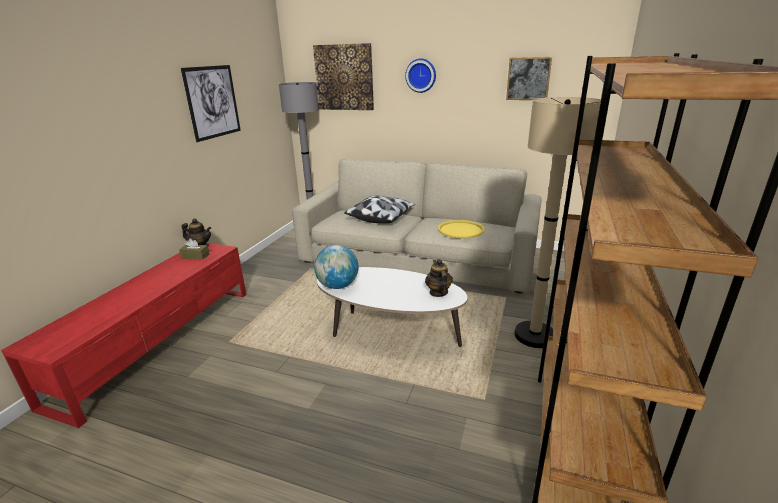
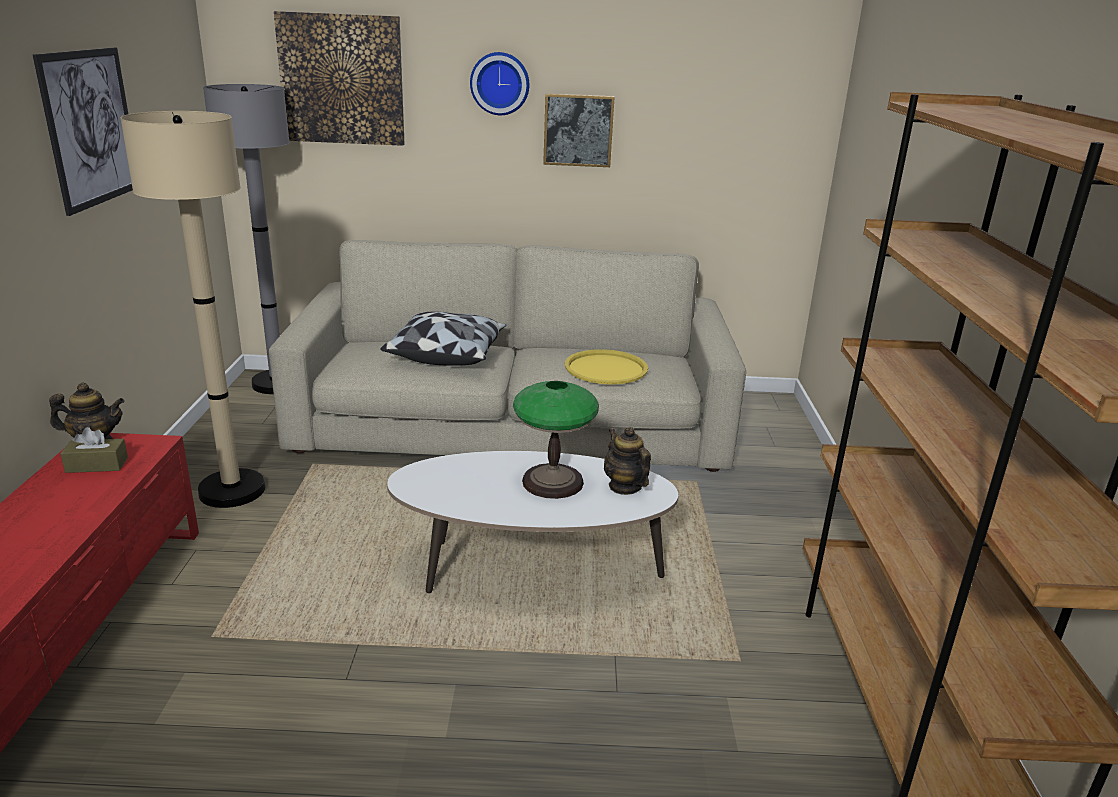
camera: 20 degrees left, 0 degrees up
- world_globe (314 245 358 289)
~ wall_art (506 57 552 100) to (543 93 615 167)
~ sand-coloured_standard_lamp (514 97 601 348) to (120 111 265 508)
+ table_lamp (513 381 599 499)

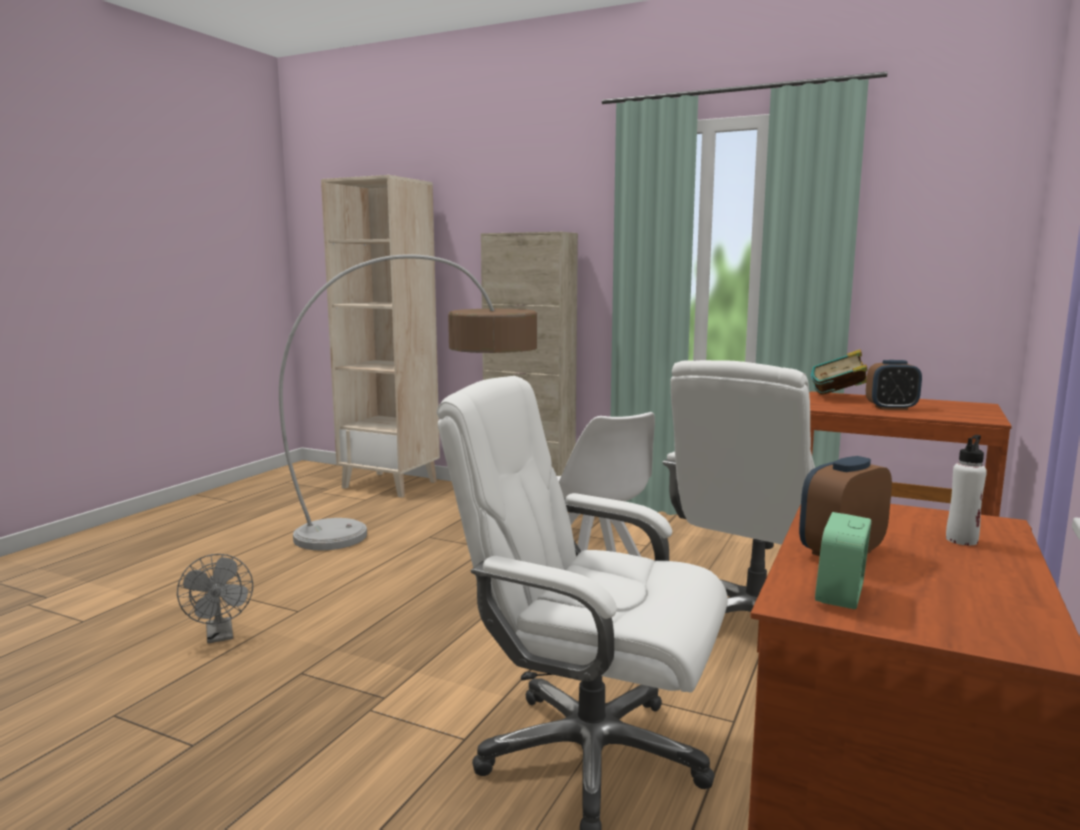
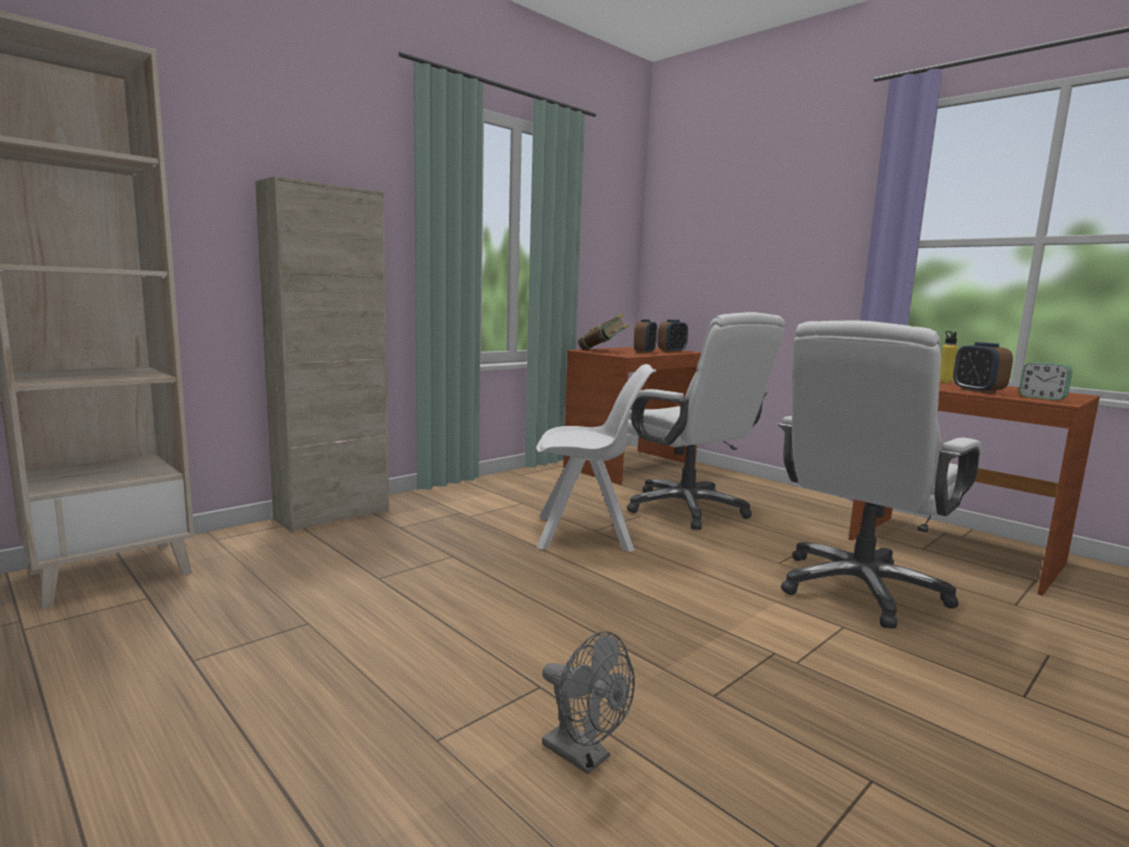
camera: 70 degrees left, 0 degrees up
~ greyish_electric_fan (177 554 253 643) = (542 631 635 774) 45 degrees clockwise
- standard_lamp (279 254 537 551)
~ white-coloured_drink_bottle (946 435 987 545) to yellow_drink_bottle (940 331 958 383)
+ table_clock (657 320 688 352)

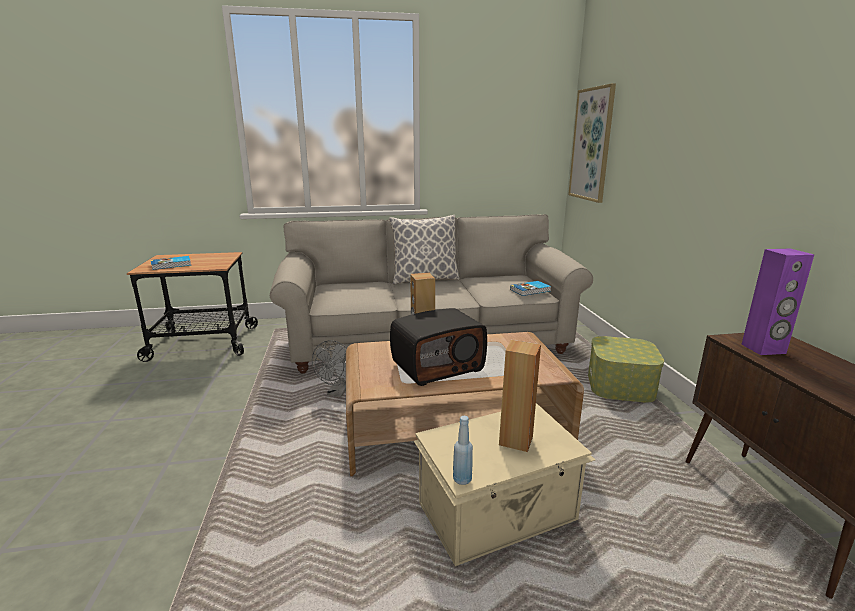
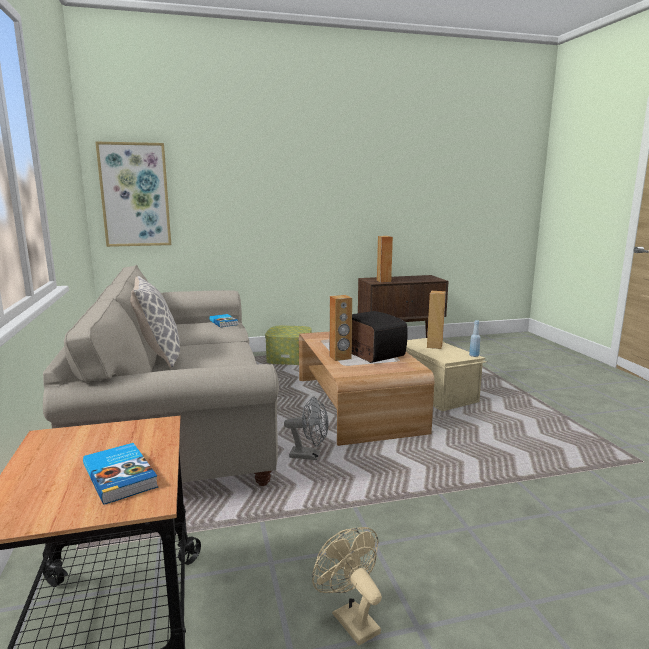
camera: 95 degrees left, 5 degrees down
~ purplish_audio_speaker (741 249 814 355) to brown_audio_speaker (377 236 393 282)
+ sand-coloured_electric_fan (312 527 382 646)

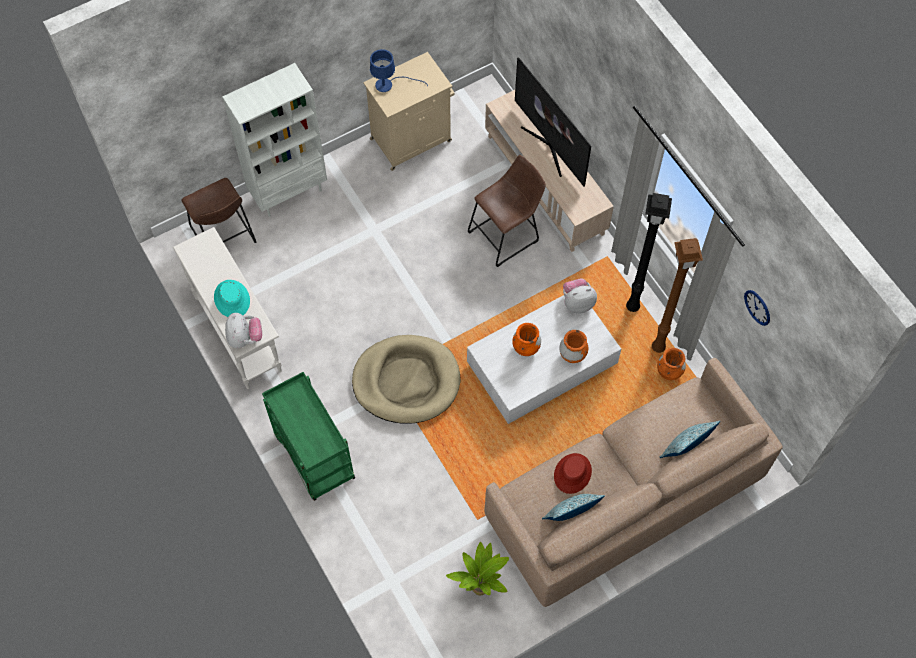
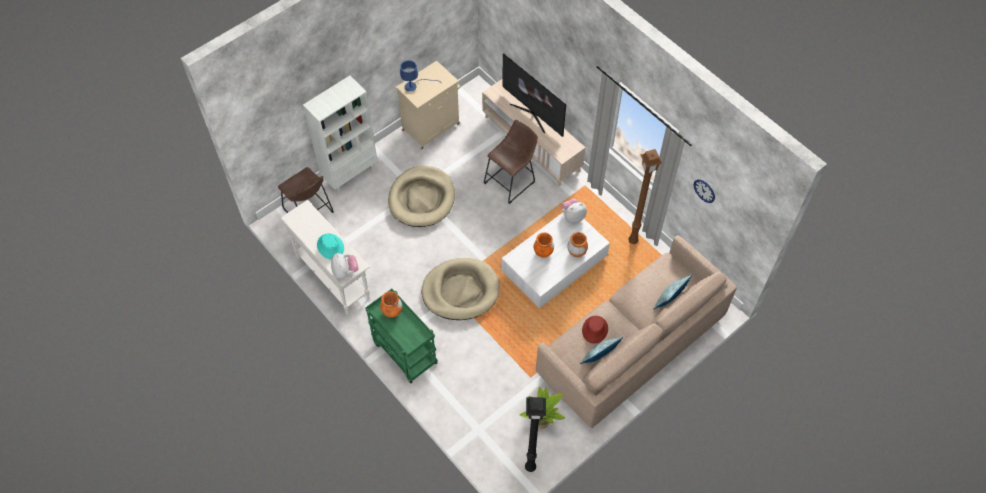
camera: 10 degrees left, 5 degrees down
~ black_standard_lamp (626 193 672 312) to (525 397 546 472)
~ orange-coloured_vase (657 348 686 380) to (380 291 402 318)
+ sand-coloured_dog_cushion (388 166 455 227)

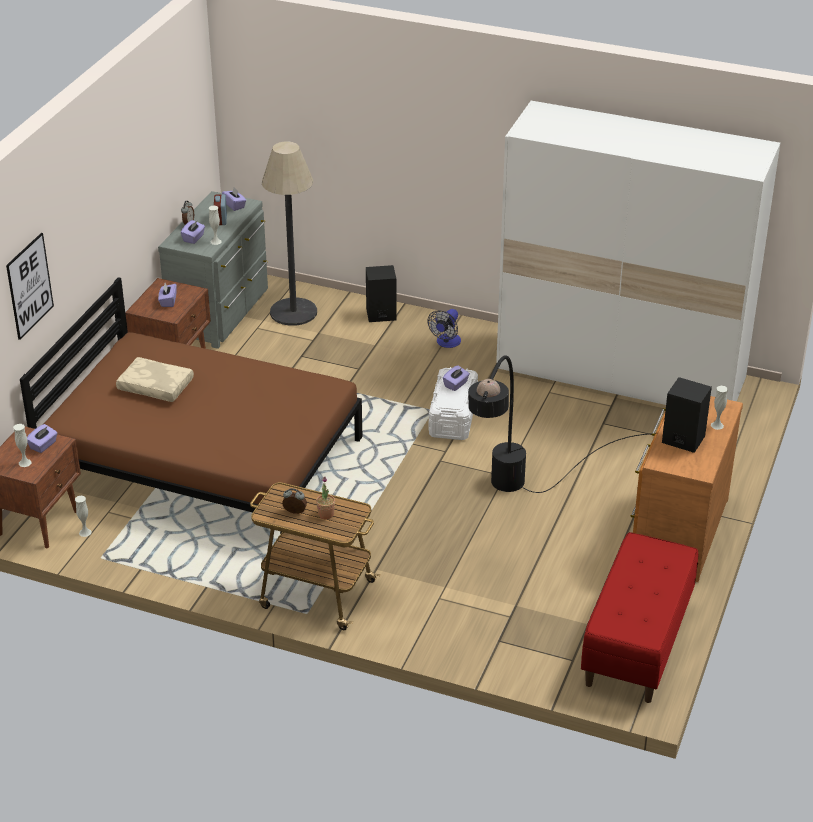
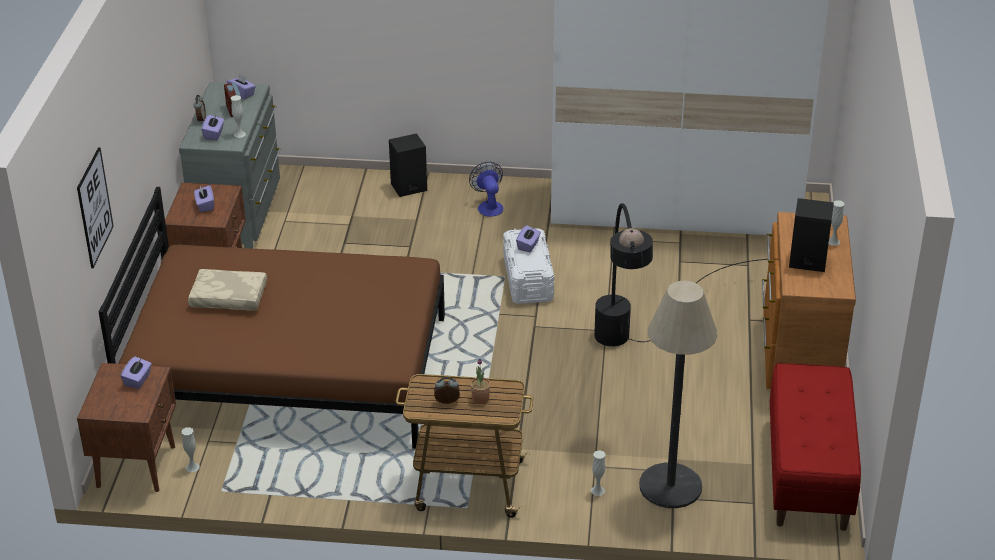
camera: 15 degrees left, 0 degrees up
~ white-coloured_vase (13 424 32 467) to (591 450 605 496)
~ standard_lamp (262 141 317 326) to (639 281 717 508)
~ electric_fan (428 309 461 348) = (469 162 503 217) 150 degrees clockwise

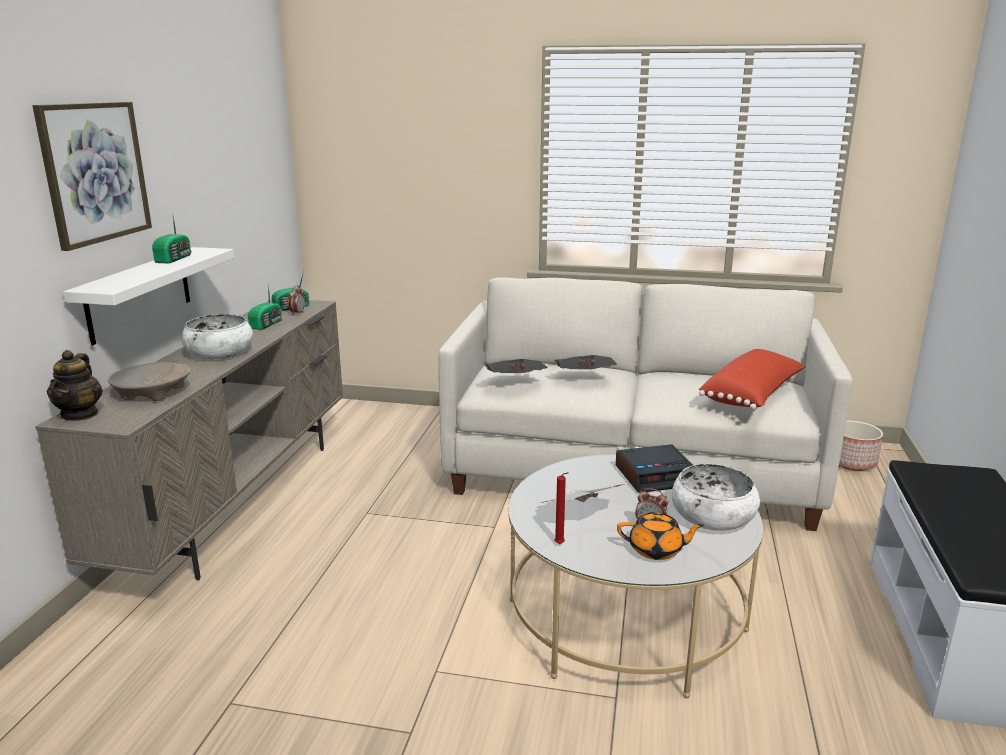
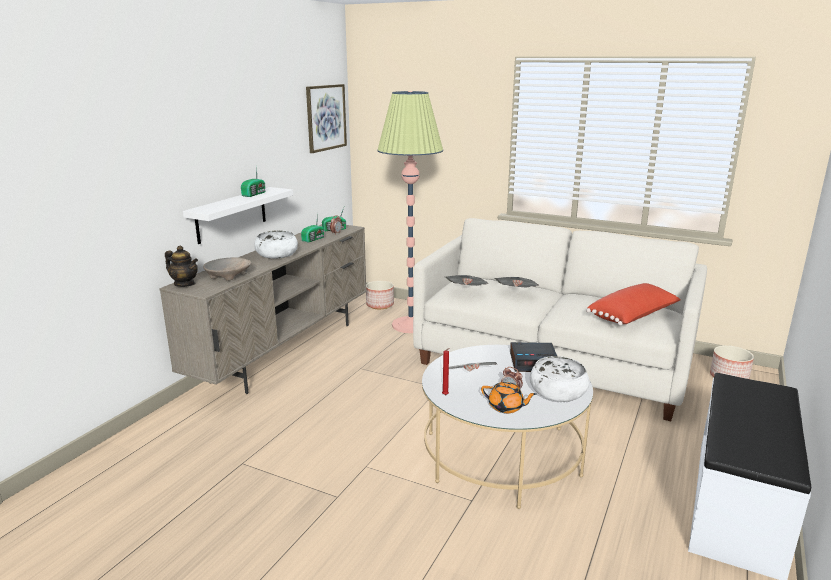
camera: 15 degrees right, 0 degrees up
~ wall_art (32 102 152 251) to (306 84 347 153)
~ pot_for_tea (47 350 103 421) = (165 246 198 287) 75 degrees counterclockwise
+ flower_pot (366 281 394 309)
+ standard_lamp (377 91 443 333)

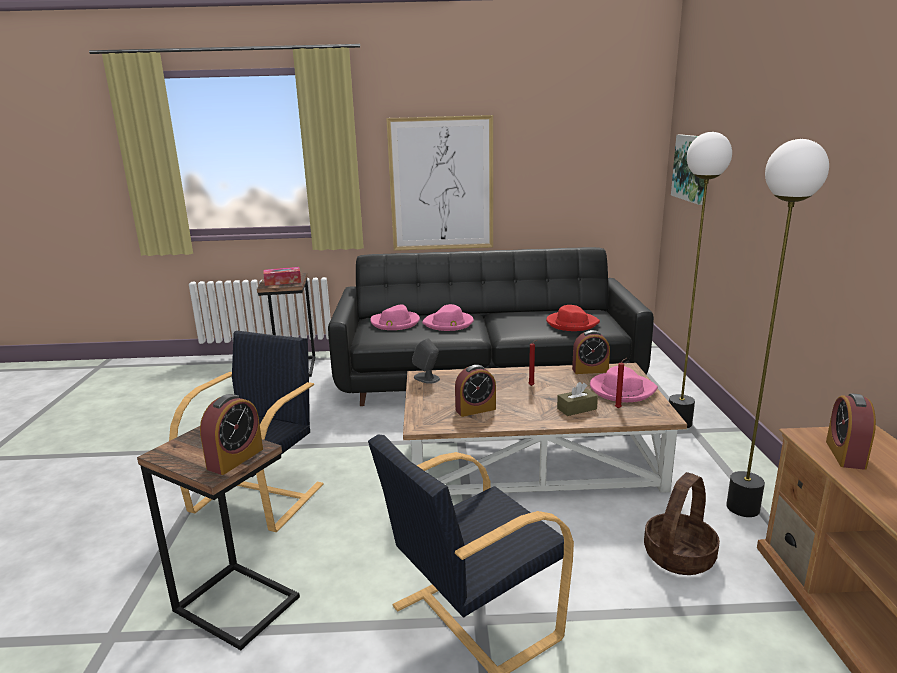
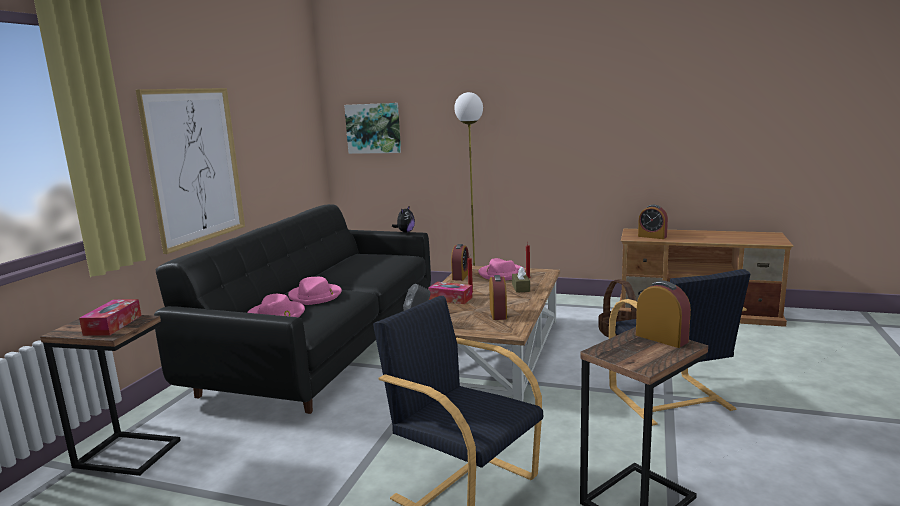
camera: 70 degrees left, 5 degrees down
- red_wearable_hat (546 305 600 331)
- standard_lamp (726 139 829 517)
+ soft_toy (392 205 415 233)
+ tissue_holder (428 282 472 304)

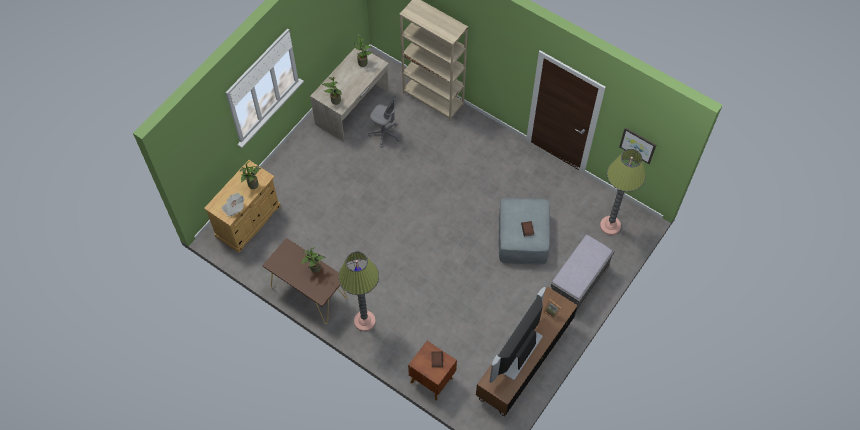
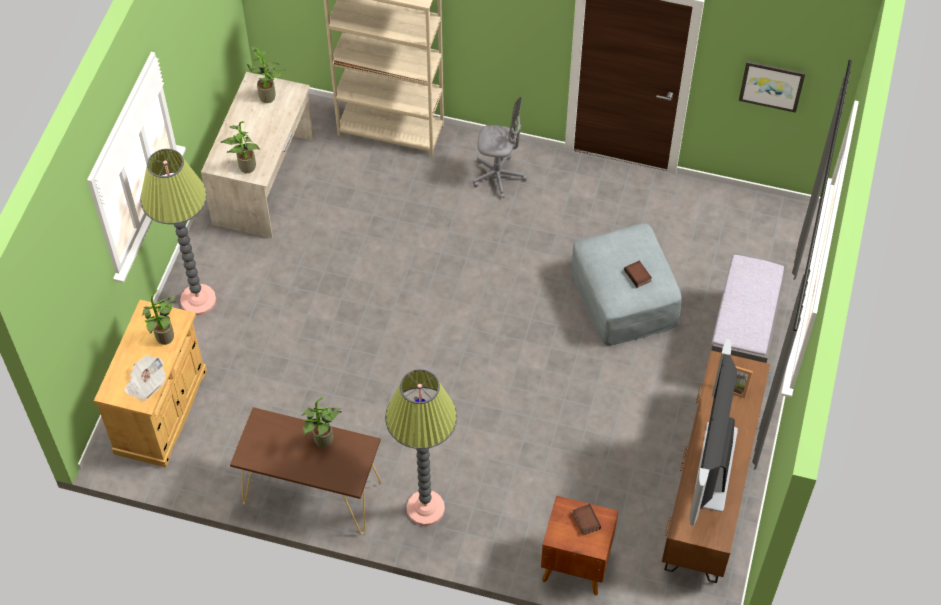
camera: 20 degrees left, 5 degrees down
~ greyish_office_chair (368 96 400 147) to (473 97 527 199)
~ standard_lamp (600 149 646 235) to (140 149 216 315)

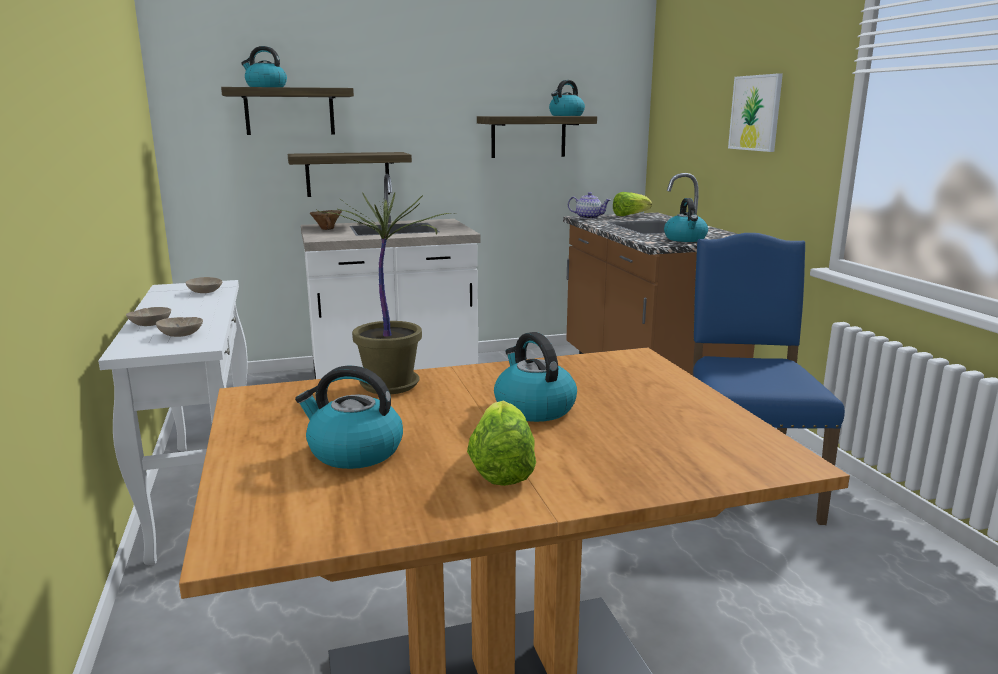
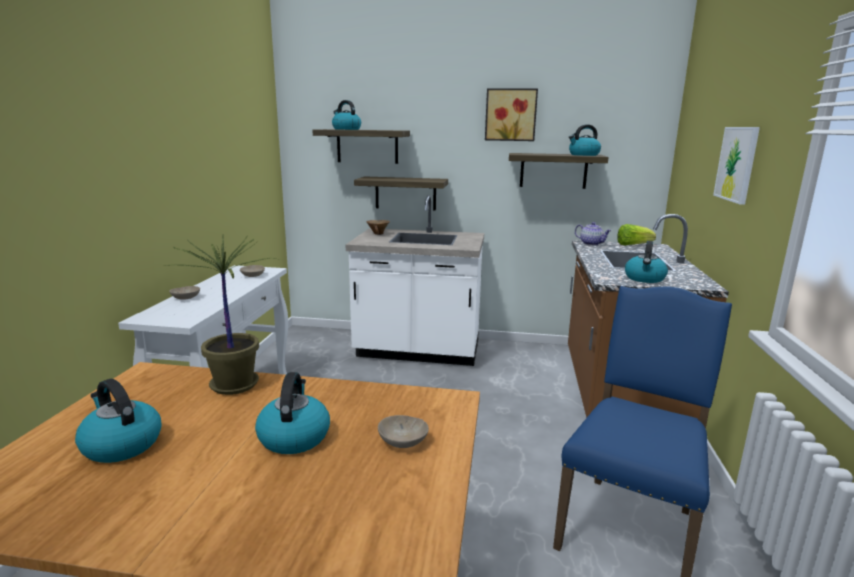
camera: 25 degrees right, 0 degrees up
~ sand-coloured_deep_dish (156 317 203 337) to (378 415 429 448)
- lettuce_head (467 401 536 486)
+ wall_art (485 88 538 141)

